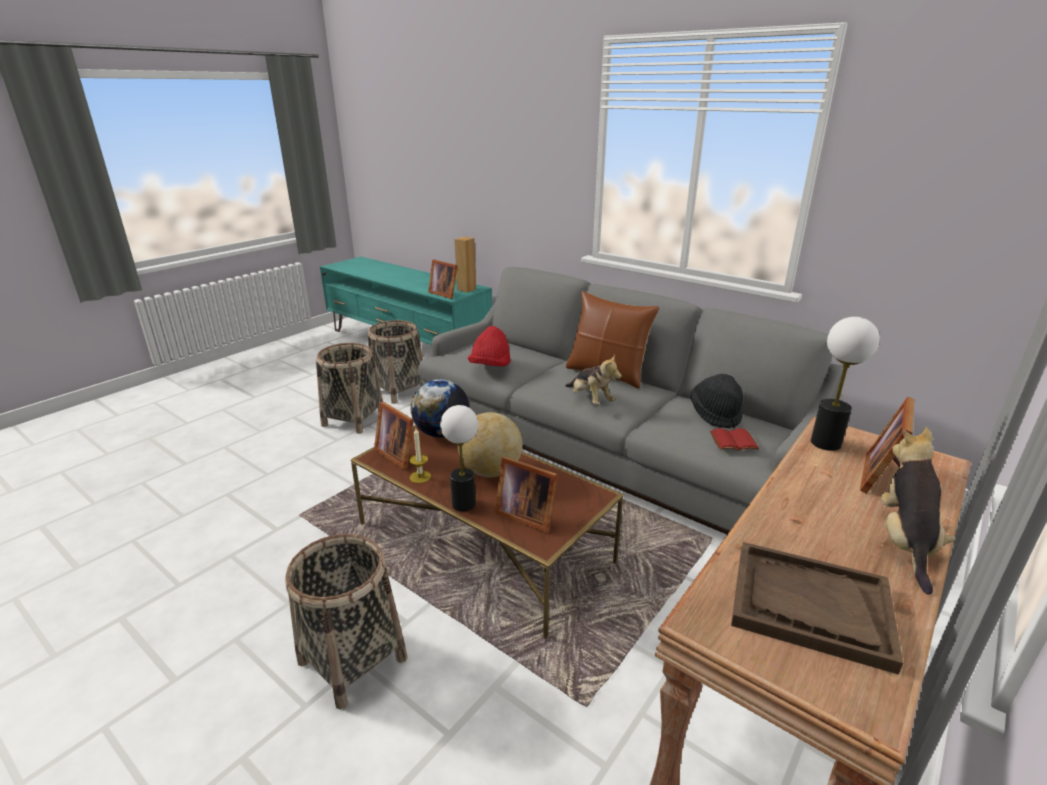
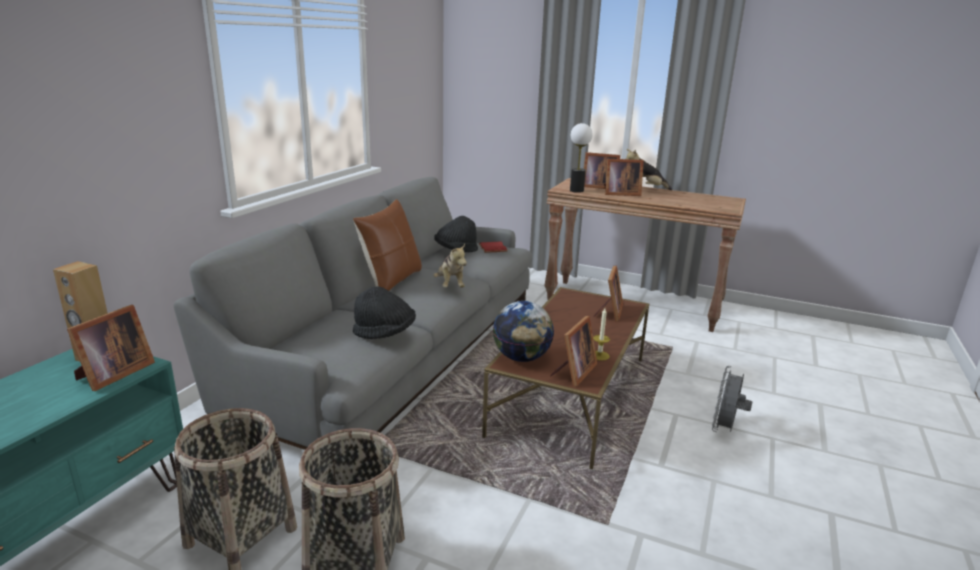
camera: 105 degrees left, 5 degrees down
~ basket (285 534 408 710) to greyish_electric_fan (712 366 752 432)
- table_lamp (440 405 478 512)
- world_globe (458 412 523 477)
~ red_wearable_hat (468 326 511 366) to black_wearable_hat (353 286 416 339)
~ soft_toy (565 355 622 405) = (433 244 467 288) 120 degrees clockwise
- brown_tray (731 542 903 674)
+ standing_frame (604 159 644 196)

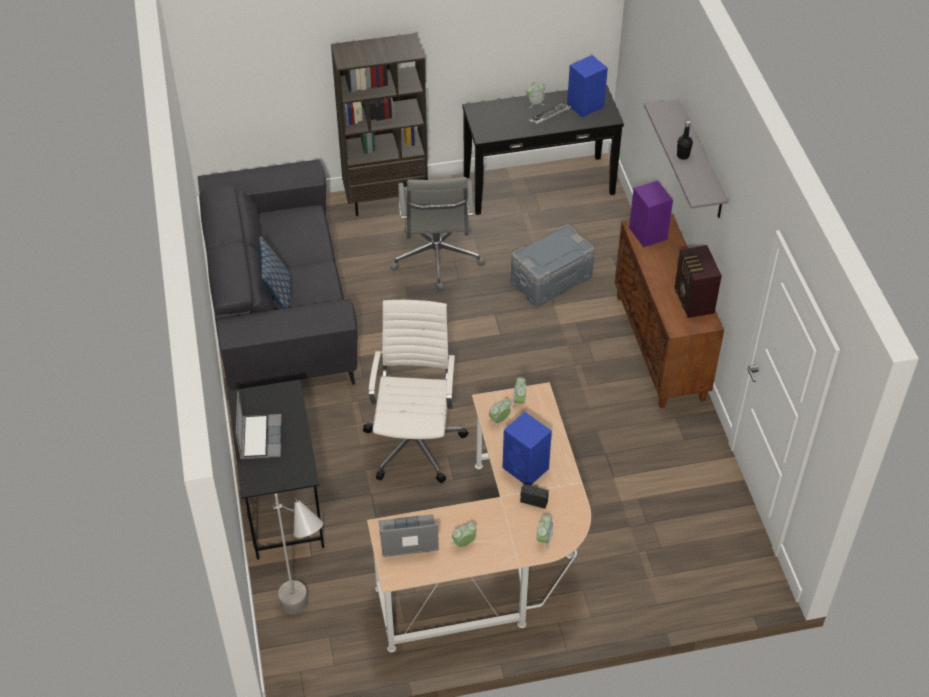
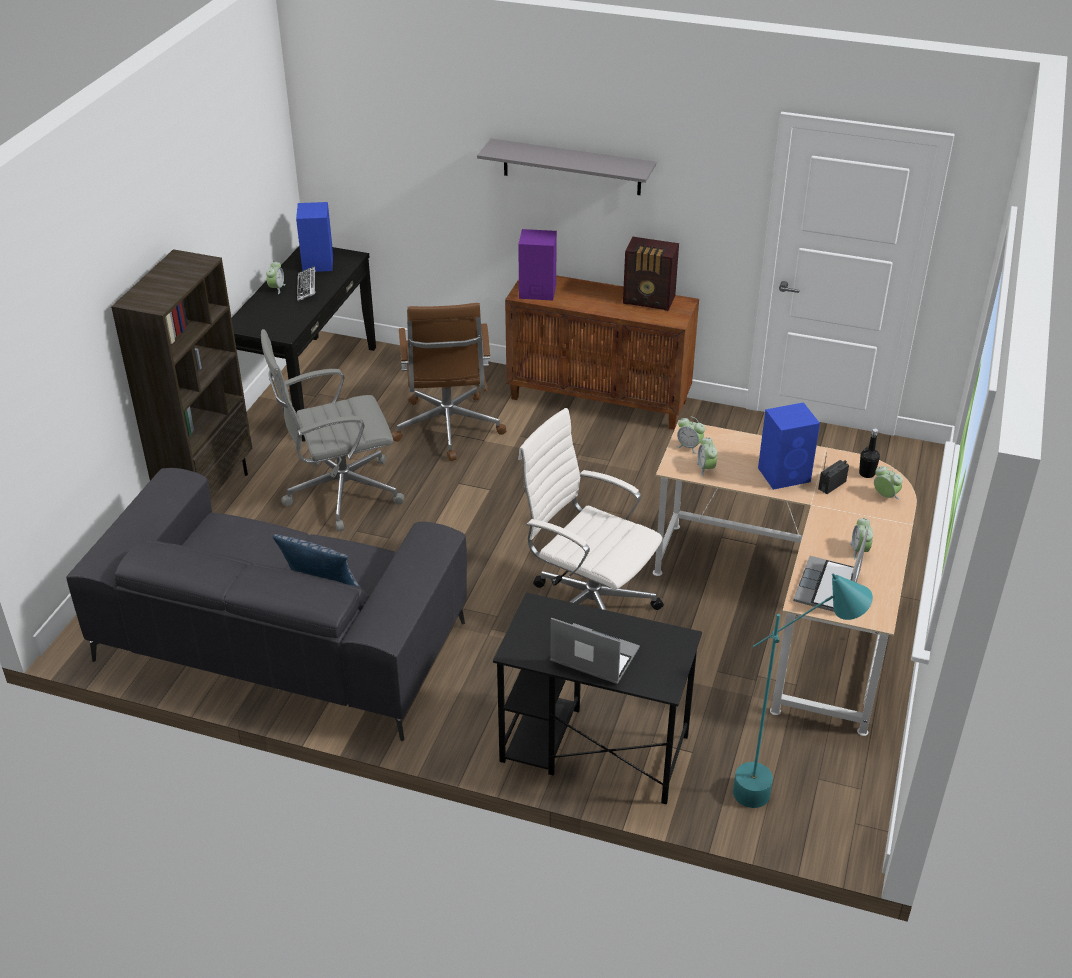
camera: 60 degrees left, 10 degrees down
~ greyish_standard_lamp (271 493 323 615) to blue-green_standard_lamp (733 573 873 808)
~ greyish_office_chair (390 177 485 291) = (261 329 404 532) 135 degrees clockwise
~ greyish_storage_container (511 224 595 307) to brown_office_chair (392 303 506 461)
~ black_drink_bottle (677 121 693 160) to (859 428 880 478)

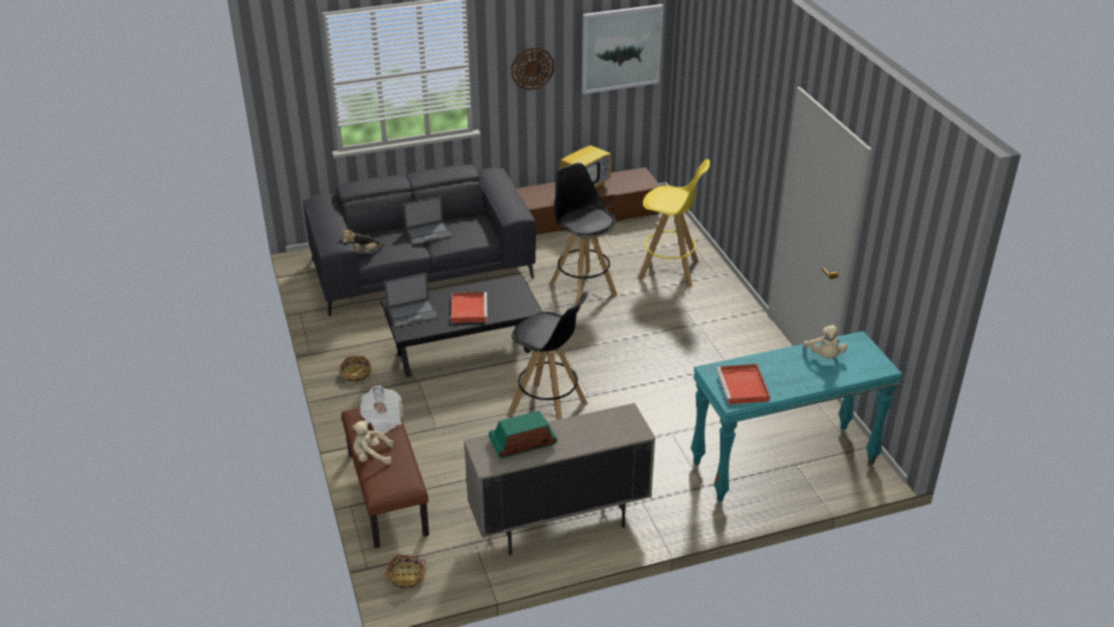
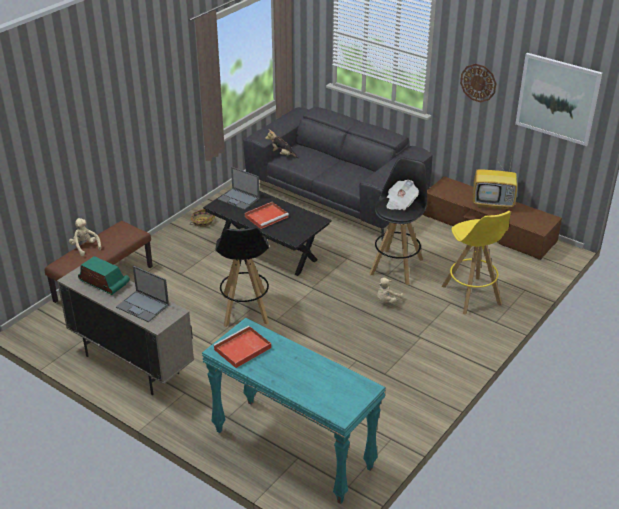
camera: 55 degrees right, 0 degrees up
~ daily_paper (360 386 403 434) to (386 180 419 210)
- basket (385 555 426 589)
~ laptop (403 196 452 245) to (116 266 169 322)
~ sand-coloured_soft_toy (804 325 847 359) to (377 277 404 304)

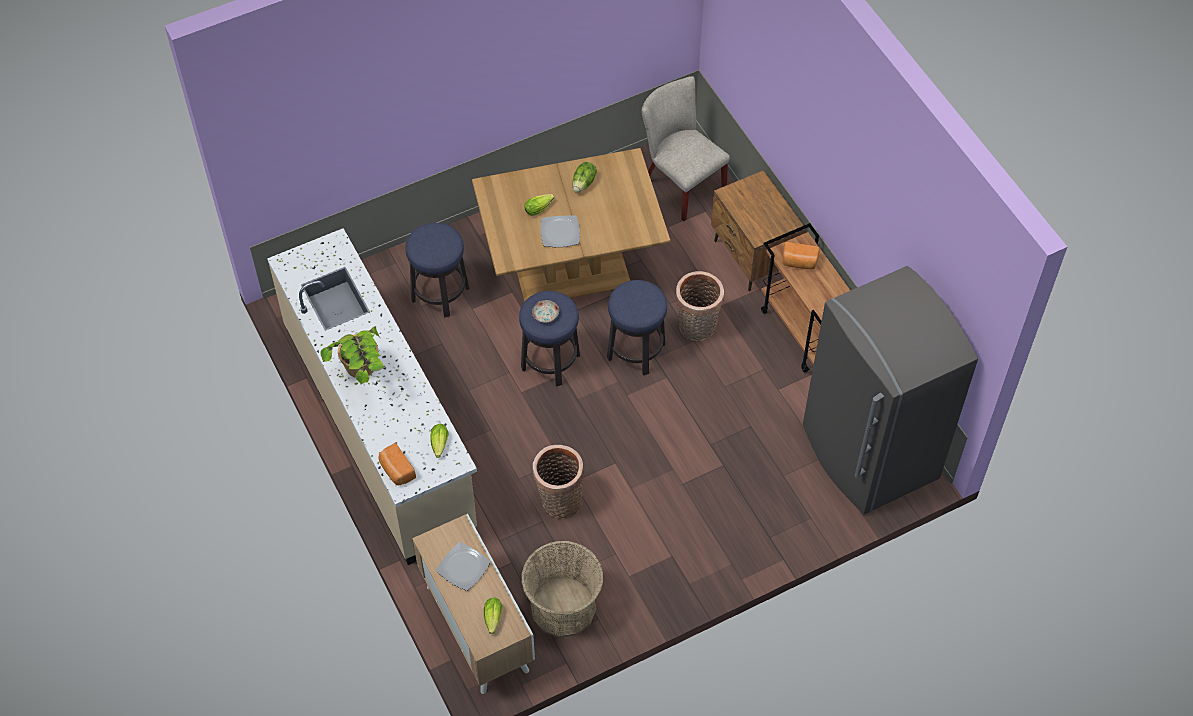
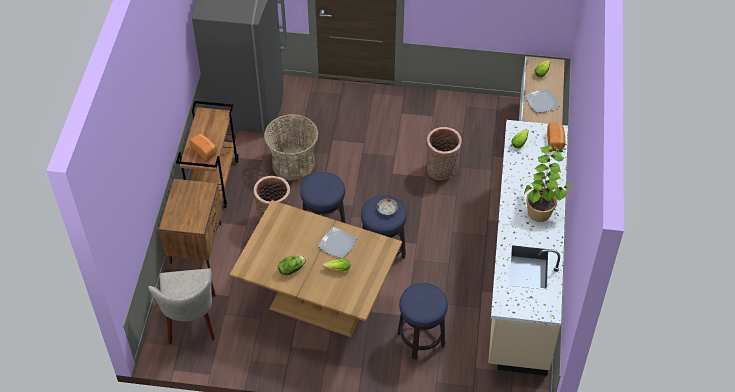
camera: 145 degrees left, 5 degrees down
~ basket (521 541 604 638) to (264 114 319 181)

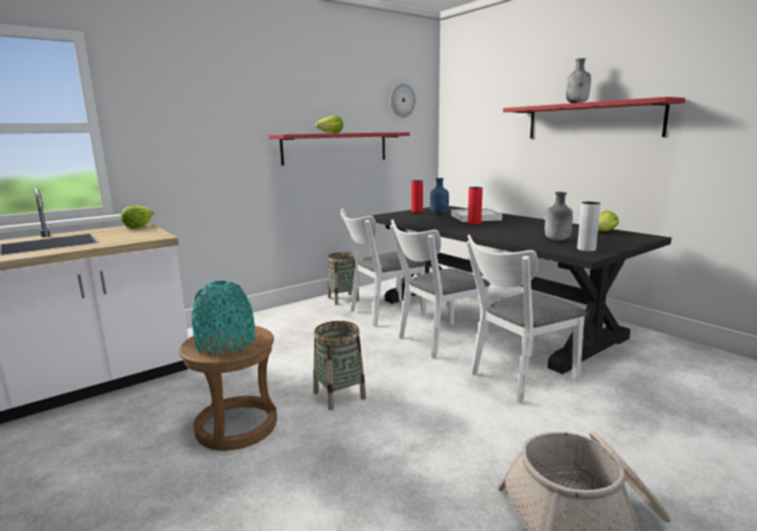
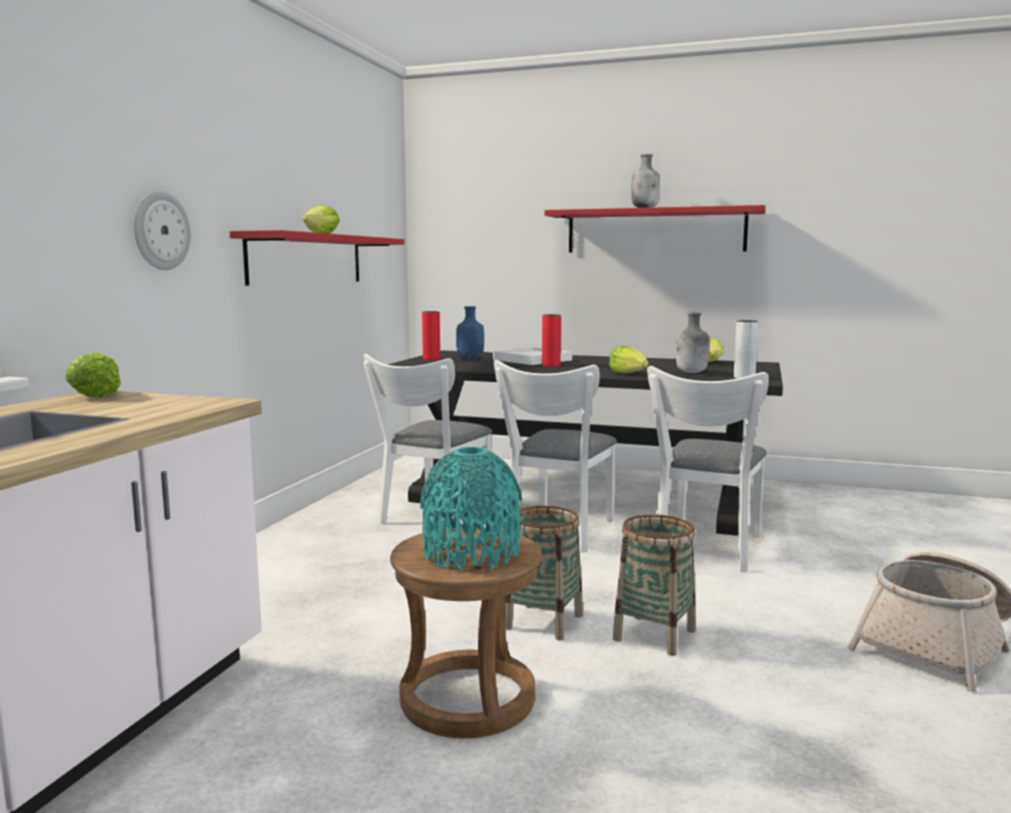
camera: 35 degrees left, 5 degrees down
~ basket (327 252 359 305) to (613 514 696 656)
~ hanging_clock (391 83 416 117) to (134 191 191 270)
+ lettuce_head (609 346 649 374)

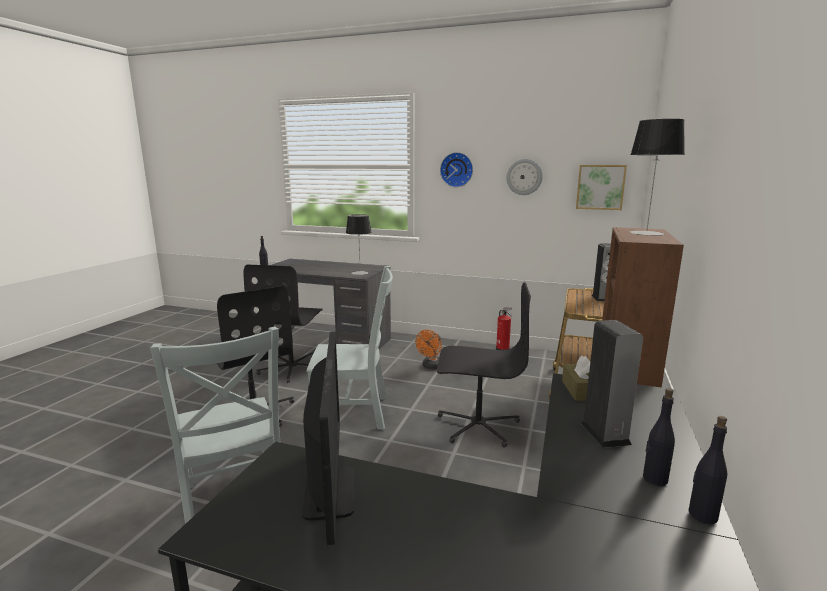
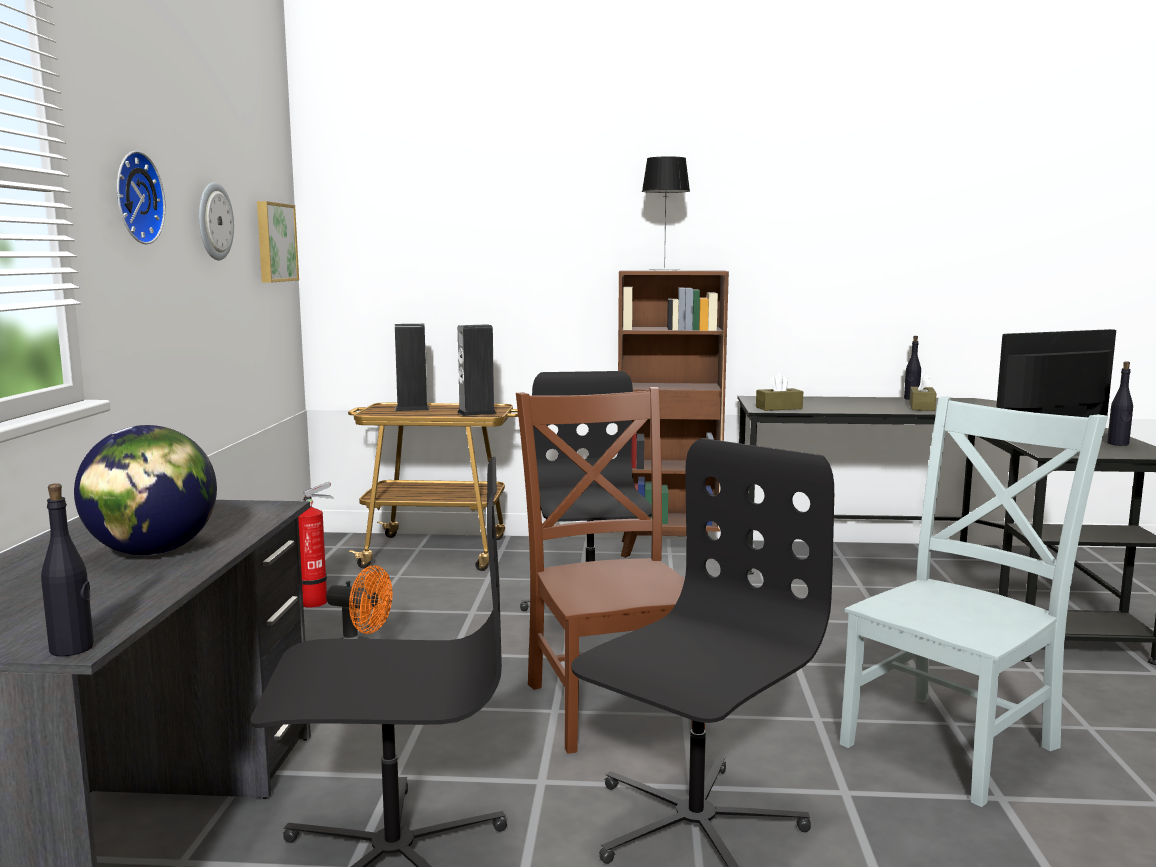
camera: 105 degrees left, 5 degrees down
~ greyish_upright_chair (306 266 393 430) to brown_upright_chair (516 387 705 754)
- table_lamp (346 214 372 275)
~ audio_speaker (581 320 643 448) to (457 324 497 416)
~ black_drink_bottle (643 388 675 486) to (1107 361 1133 446)
+ world_globe (74 425 217 556)
+ brown_tissue_holder (909 373 937 411)

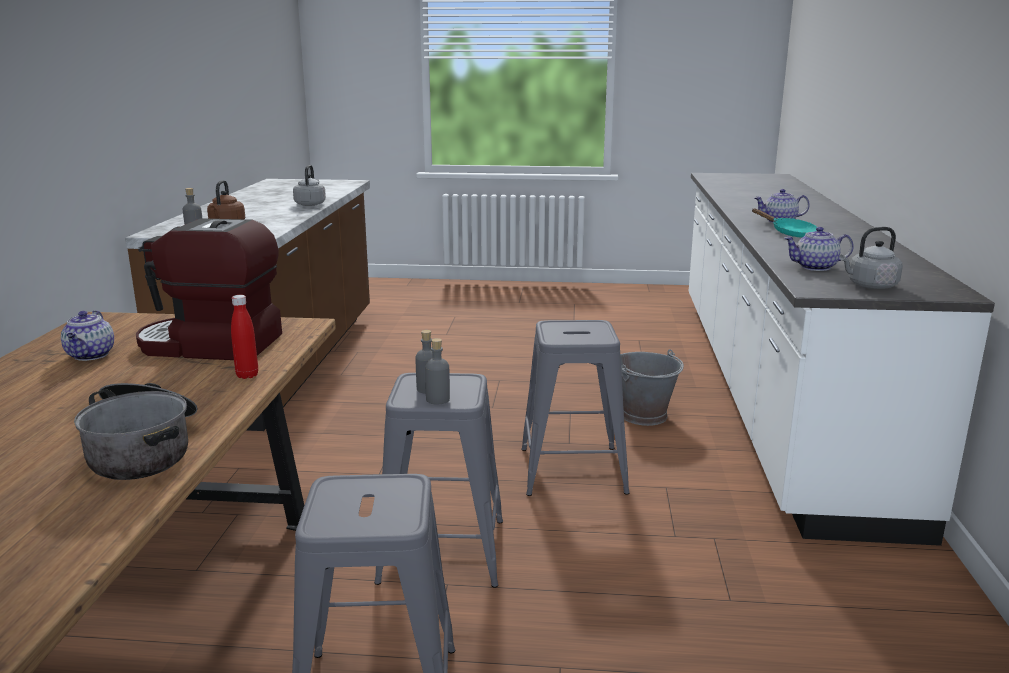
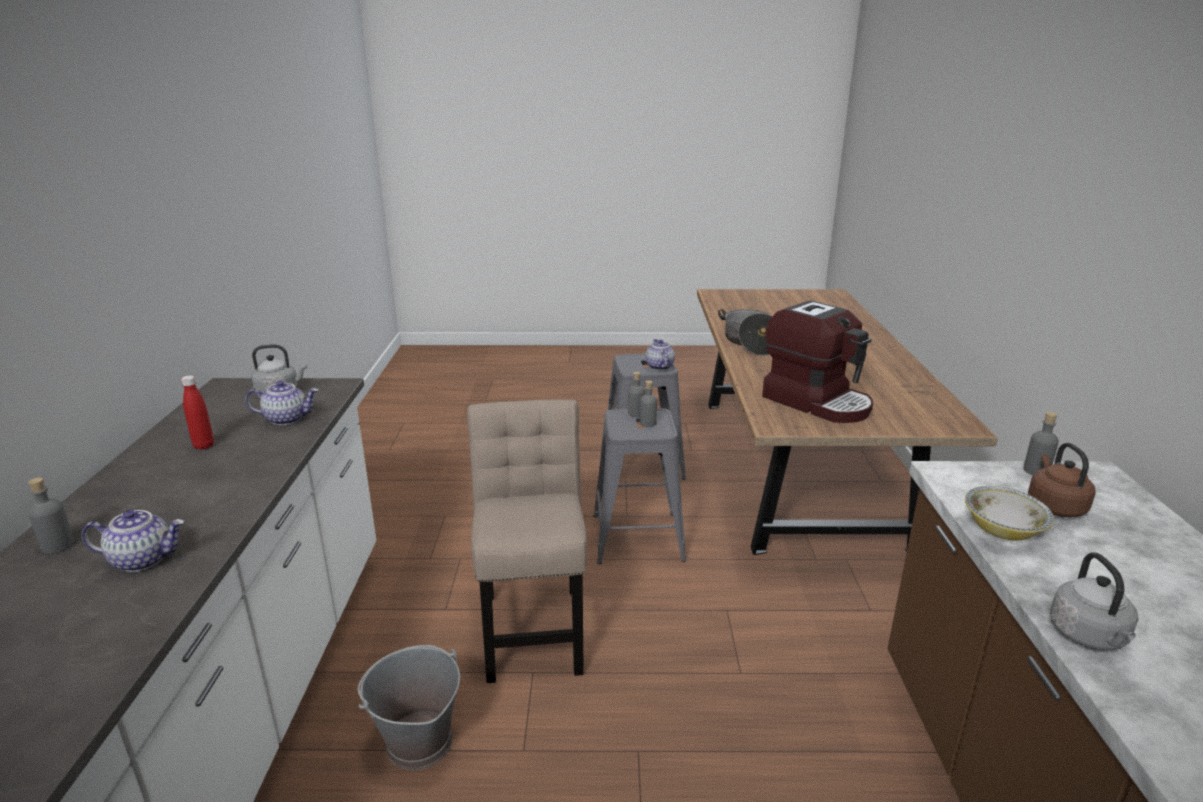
camera: 175 degrees right, 5 degrees up
~ pot_for_tea (61 310 114 361) to (645 339 675 370)
~ coffee_brewer (136 218 282 360) = (762 300 873 423) 45 degrees clockwise
~ red_drink_bottle (231 295 258 379) to (181 375 214 450)
~ greyish_sitting_stool (521 320 630 496) to sand-coloured_upright_chair (467 399 587 683)
- blue-green_pan (752 209 817 238)
+ greyish_drink_bottle (28 478 74 554)
+ deep_dish (965 486 1054 540)

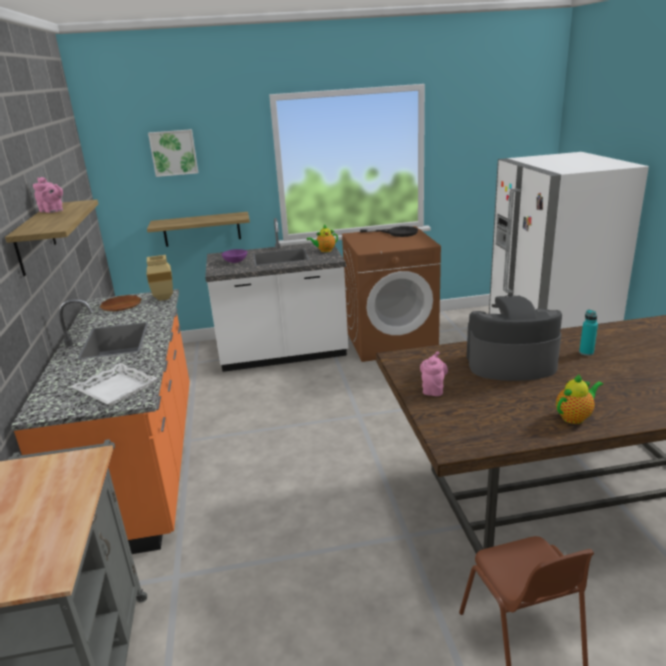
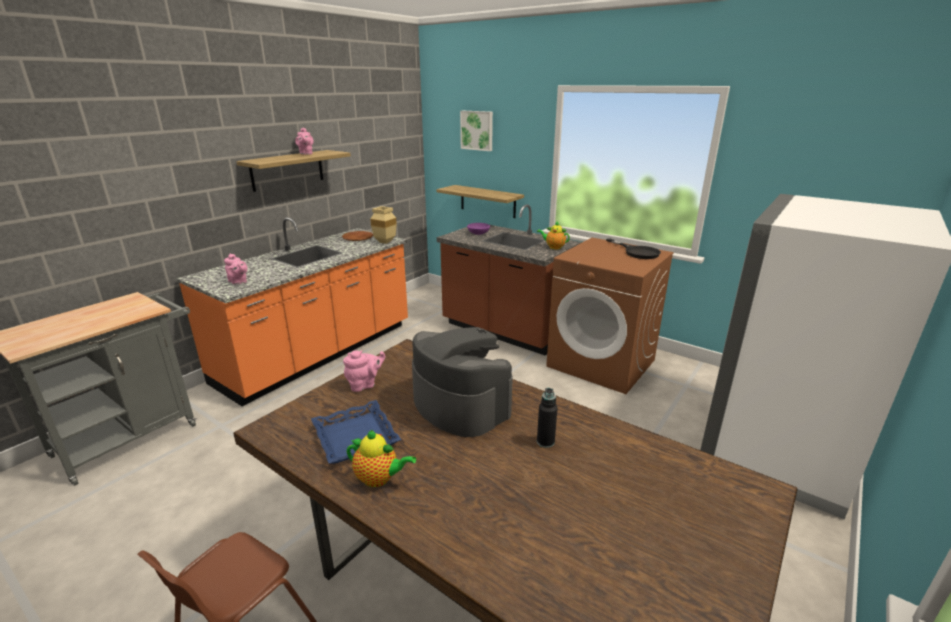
camera: 45 degrees right, 0 degrees up
~ white-coloured_tray (71 363 158 406) to pink-coloured_pot_for_tea (224 254 248 284)
~ white-coloured_counter (205 218 348 372) to brown_counter (437 204 582 356)
~ blue-green_drink_bottle (579 310 598 356) to black_drink_bottle (537 388 558 448)
+ bluish_tray (311 400 401 464)

